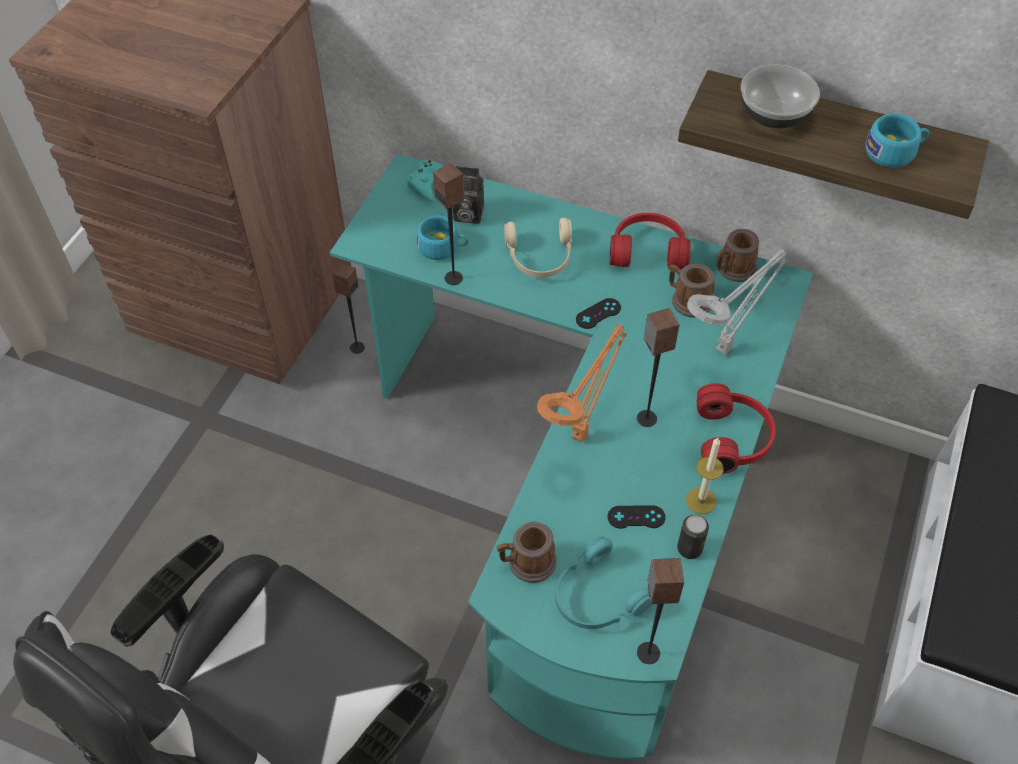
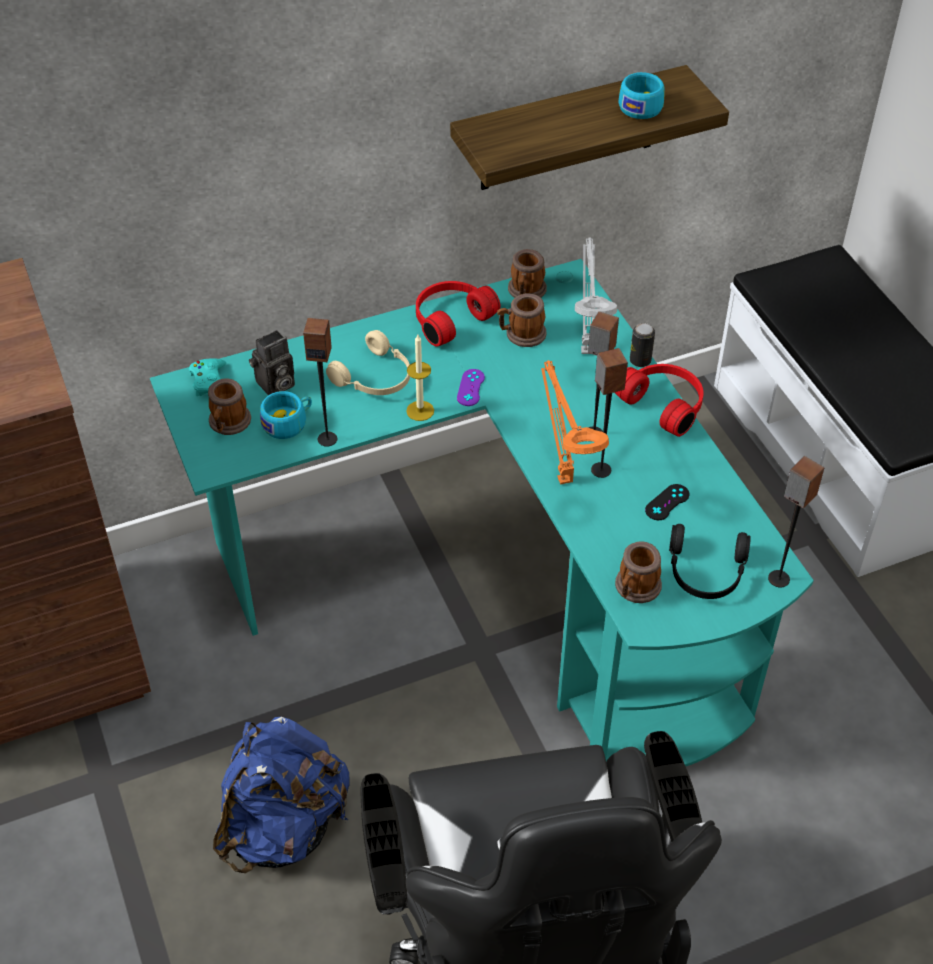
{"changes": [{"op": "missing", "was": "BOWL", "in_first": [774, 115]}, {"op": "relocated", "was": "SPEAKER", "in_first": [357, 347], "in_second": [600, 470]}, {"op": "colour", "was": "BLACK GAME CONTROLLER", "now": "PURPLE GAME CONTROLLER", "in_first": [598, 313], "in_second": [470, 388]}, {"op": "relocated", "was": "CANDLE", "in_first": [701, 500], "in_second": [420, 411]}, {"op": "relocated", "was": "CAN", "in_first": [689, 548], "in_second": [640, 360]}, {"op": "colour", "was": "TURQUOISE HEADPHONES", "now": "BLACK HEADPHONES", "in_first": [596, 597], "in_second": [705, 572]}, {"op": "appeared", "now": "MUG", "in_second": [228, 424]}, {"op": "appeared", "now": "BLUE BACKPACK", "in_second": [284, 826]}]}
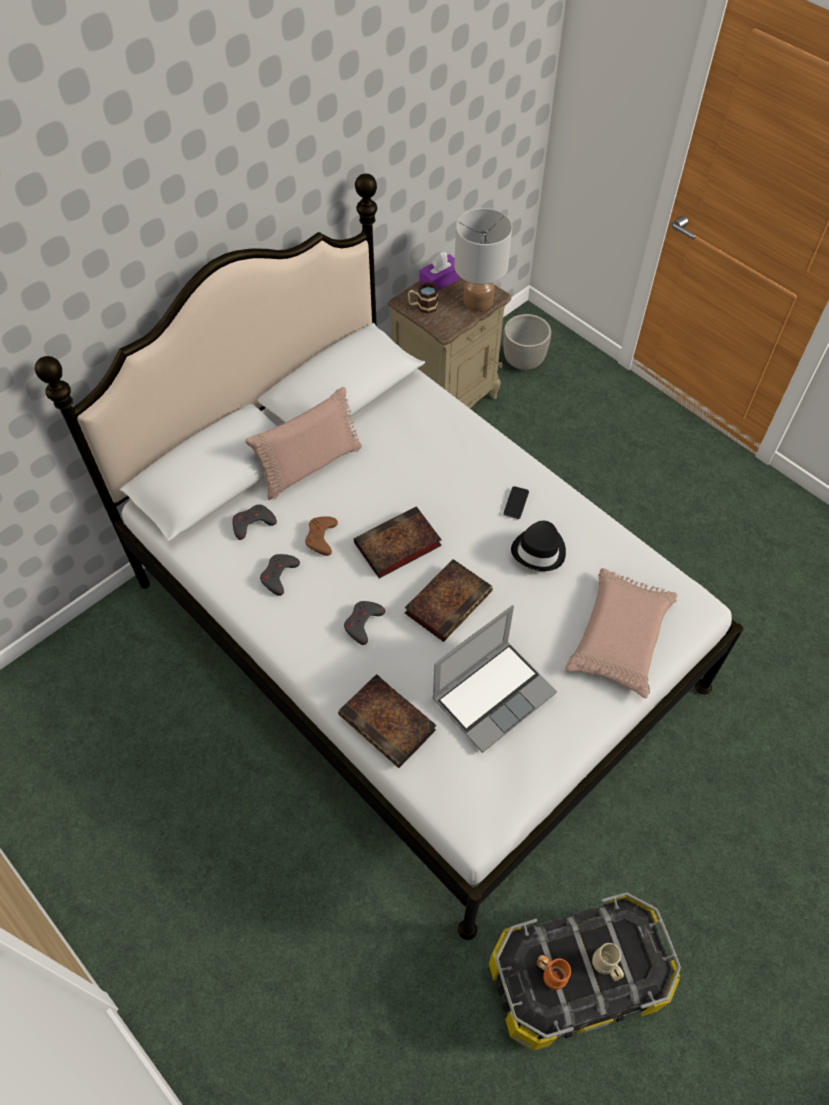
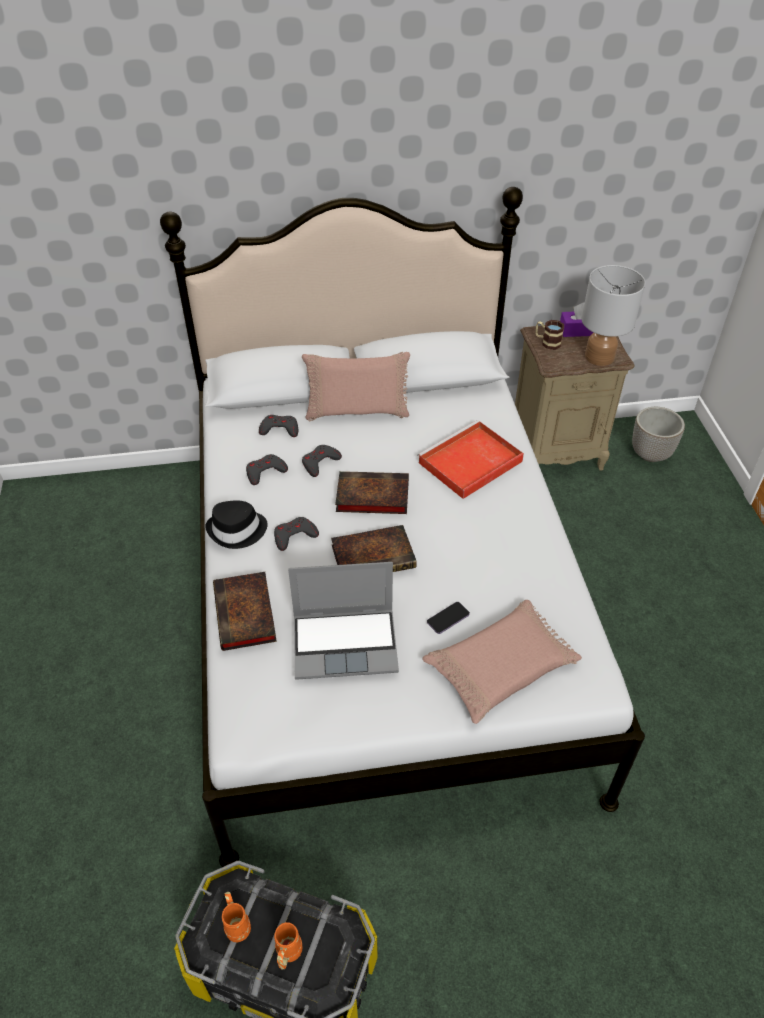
{"changes": [{"op": "relocated", "was": "PHONE", "in_first": [516, 503], "in_second": [448, 618]}, {"op": "colour", "was": "BROWN GAME CONTROLLER", "now": "GREY GAME CONTROLLER", "in_first": [321, 537], "in_second": [320, 463]}, {"op": "relocated", "was": "BLACK HAT", "in_first": [539, 550], "in_second": [237, 530]}, {"op": "colour", "was": "BEIGE MUG", "now": "ORANGE MUG", "in_first": [606, 967], "in_second": [287, 954]}, {"op": "appeared", "now": "RED TRAY", "in_second": [469, 463]}]}
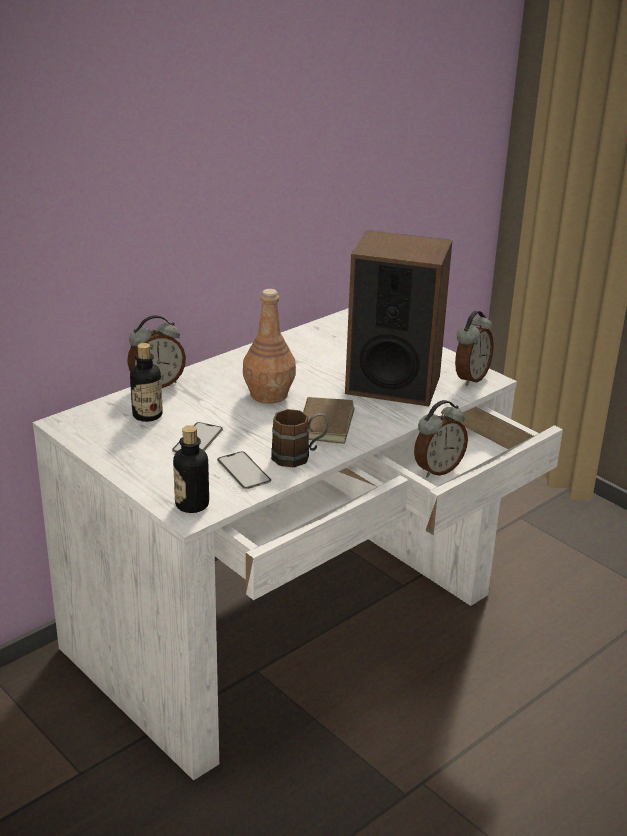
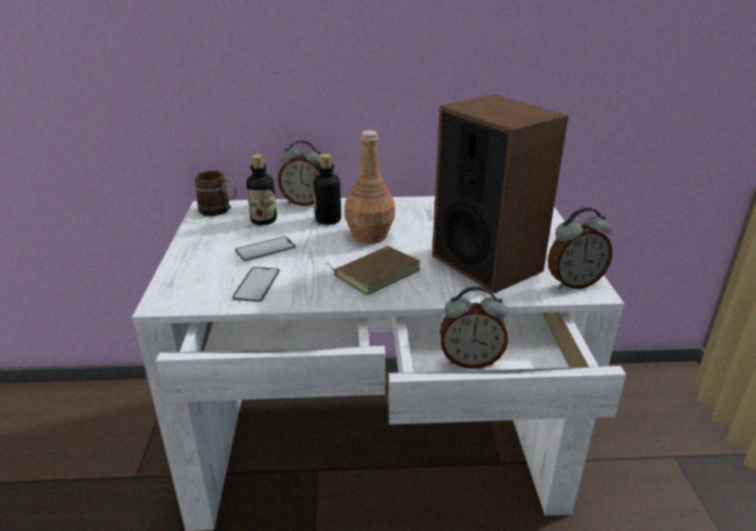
{"changes": [{"op": "relocated", "was": "BROWN MUG", "in_first": [299, 456], "in_second": [220, 211]}, {"op": "relocated", "was": "BOTTLE", "in_first": [192, 504], "in_second": [328, 220]}]}
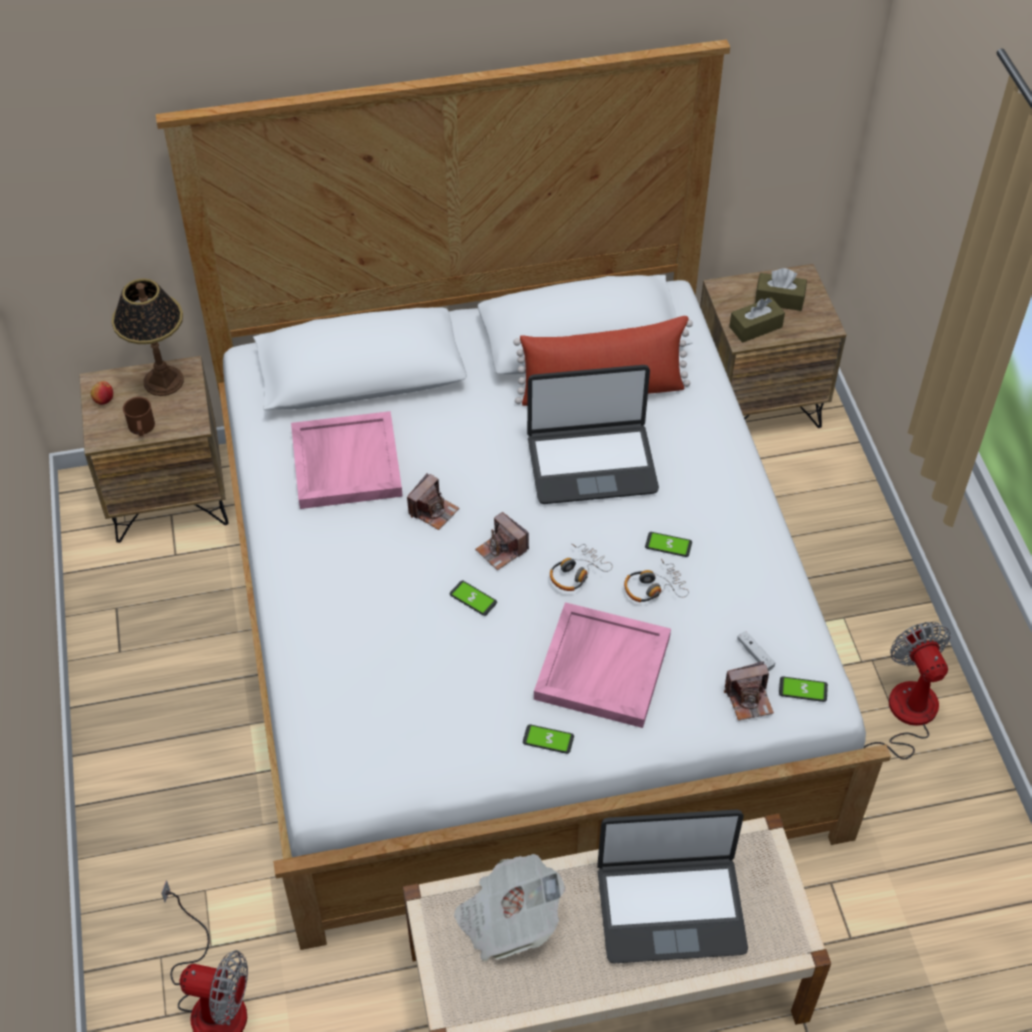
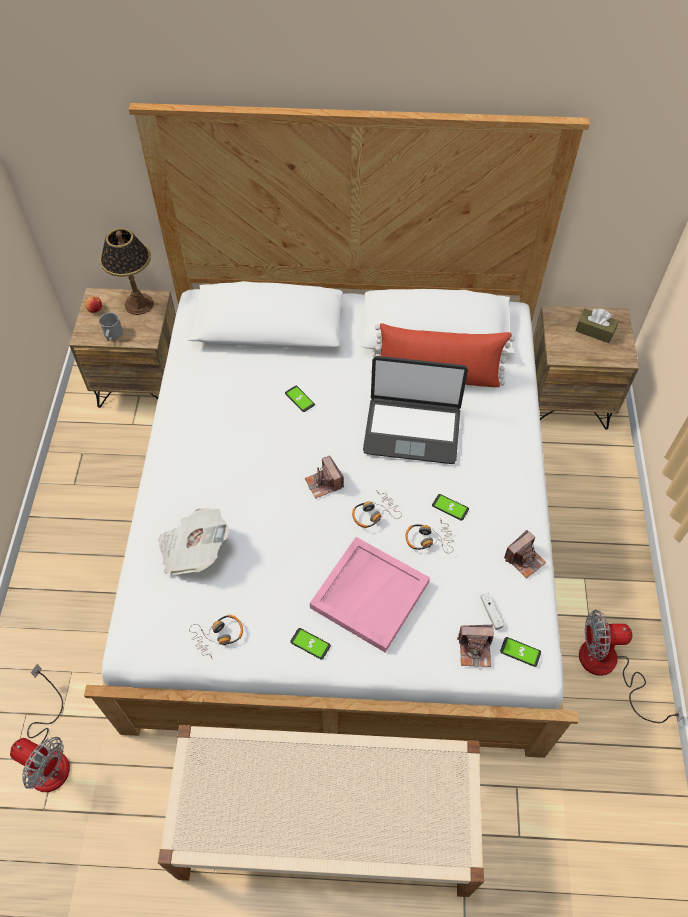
{"changes": [{"op": "missing", "was": "BROWN TISSUE BOX", "in_first": [755, 327]}, {"op": "colour", "was": "BROWN MUG", "now": "GREY MUG", "in_first": [142, 428], "in_second": [112, 335]}, {"op": "missing", "was": "PINK TRAY", "in_first": [345, 463]}, {"op": "relocated", "was": "PHOTO CAMERA", "in_first": [433, 511], "in_second": [524, 559]}, {"op": "relocated", "was": "PHONE", "in_first": [473, 598], "in_second": [299, 399]}, {"op": "spun", "was": "FAN", "in_first": [903, 718], "in_second": [608, 668], "clockwise": -90}, {"op": "missing", "was": "LAPTOP", "in_first": [670, 908]}, {"op": "relocated", "was": "NEWSPAPER", "in_first": [508, 919], "in_second": [194, 550]}, {"op": "appeared", "now": "HEADPHONES", "in_second": [218, 636]}]}
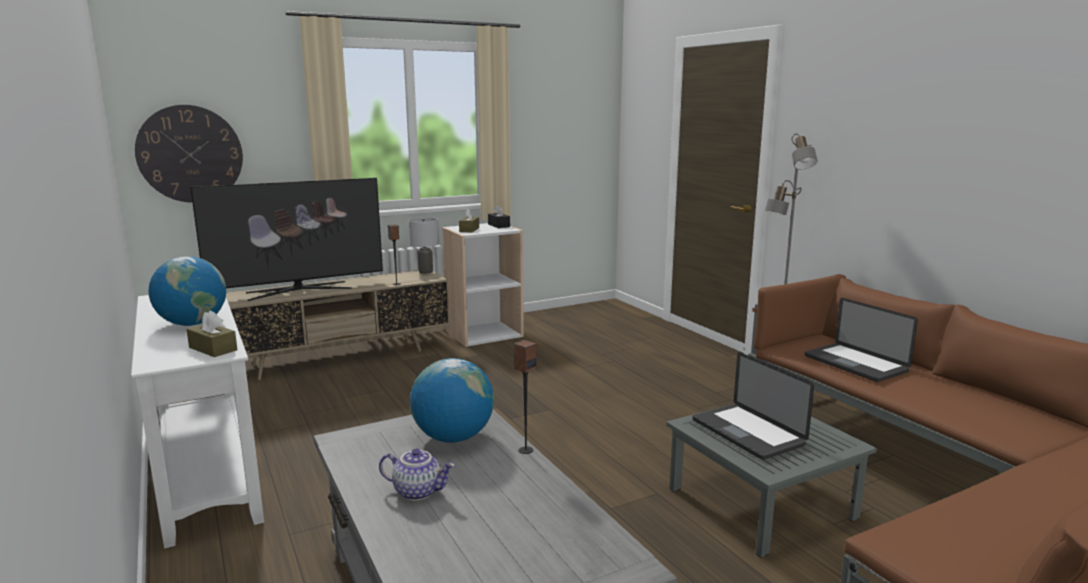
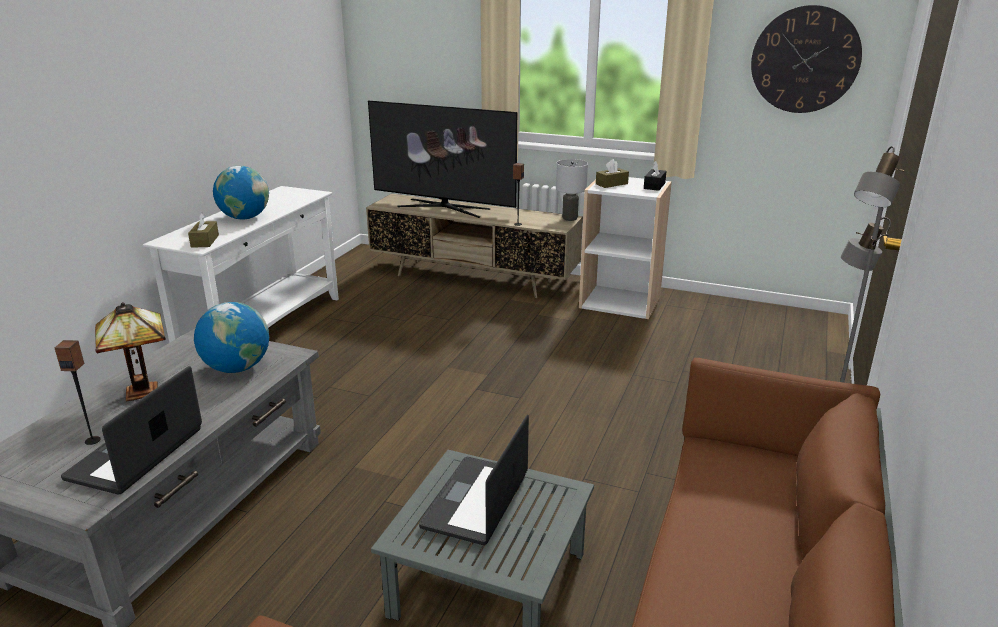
{"changes": [{"op": "relocated", "was": "WALL CLOCK", "in_first": [190, 154], "in_second": [805, 60]}, {"op": "relocated", "was": "LAPTOP", "in_first": [855, 364], "in_second": [136, 454]}, {"op": "relocated", "was": "SPEAKER", "in_first": [525, 450], "in_second": [93, 440]}, {"op": "exchanged", "was": "TEAPOT", "now": "TABLE LAMP", "in_first": [418, 491], "in_second": [145, 390]}]}
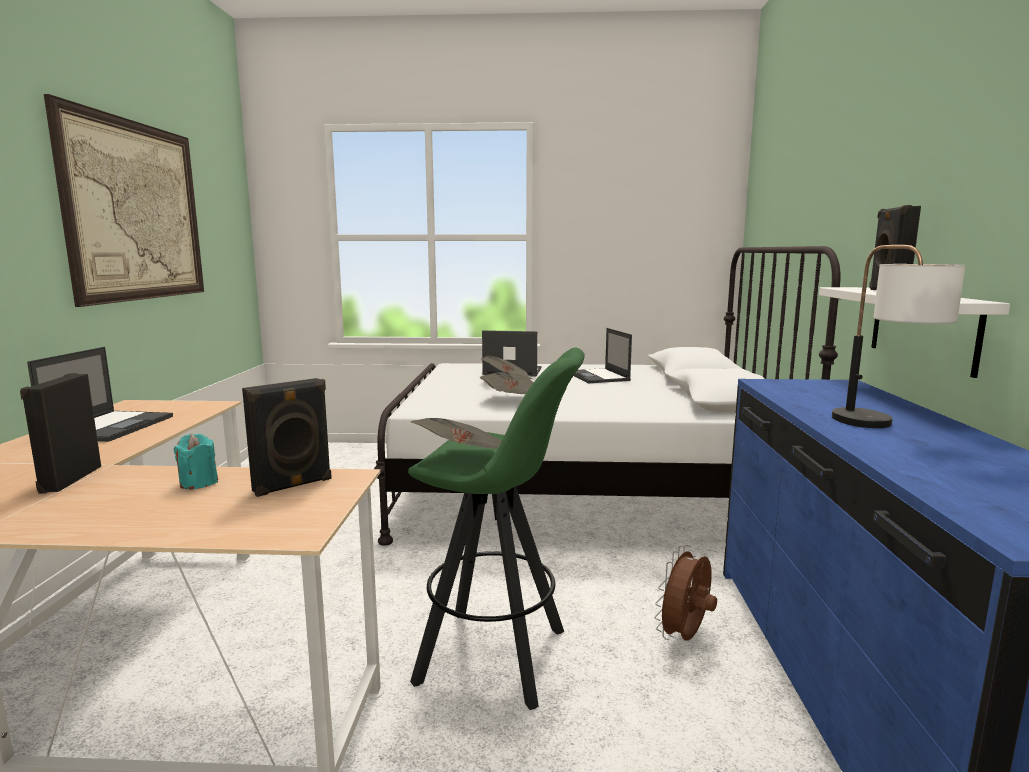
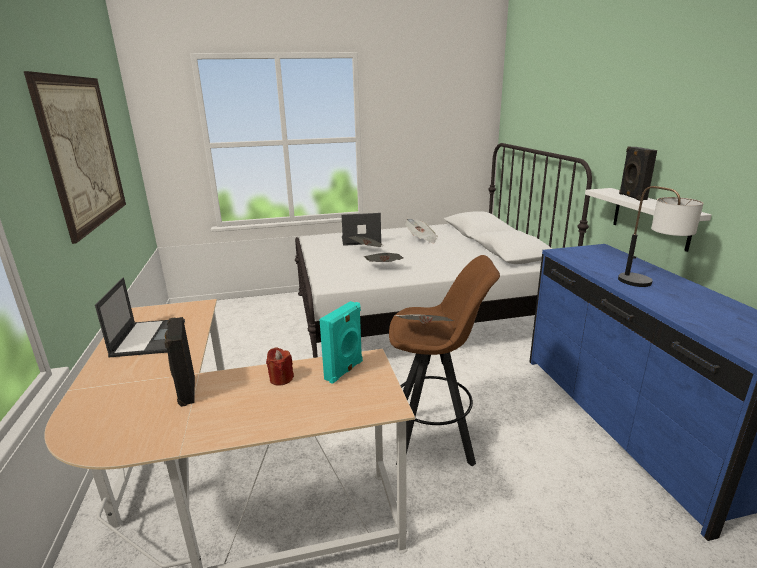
{"changes": [{"op": "exchanged", "was": "LAPTOP", "now": "NEWSPAPER", "in_first": [598, 376], "in_second": [421, 239]}, {"op": "colour", "was": "GREEN STOOL", "now": "BROWN STOOL", "in_first": [497, 657], "in_second": [435, 439]}, {"op": "colour", "was": "BLACK SPEAKER", "now": "TURQUOISE SPEAKER", "in_first": [293, 485], "in_second": [345, 371]}, {"op": "colour", "was": "TURQUOISE CANDLE", "now": "RED CANDLE", "in_first": [198, 483], "in_second": [281, 379]}, {"op": "missing", "was": "BROWN FAN", "in_first": [685, 637]}]}
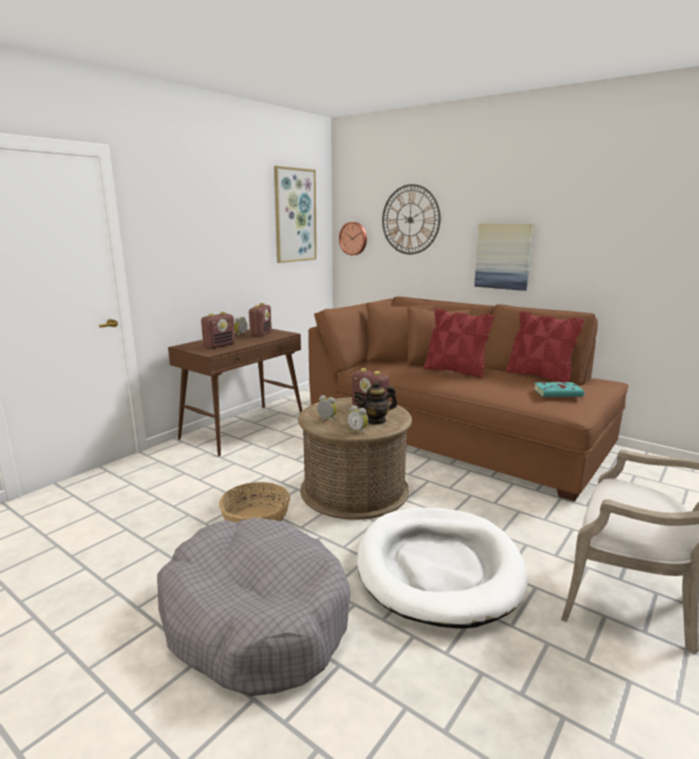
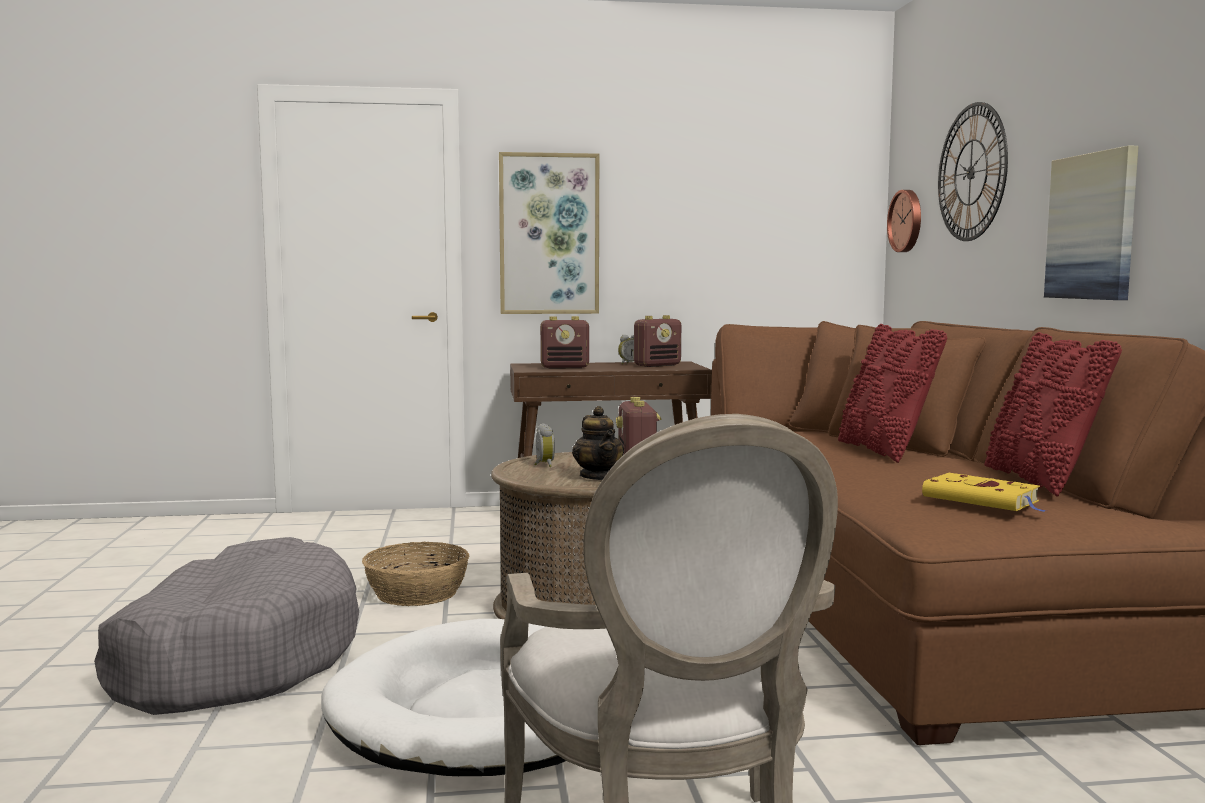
{"changes": [{"op": "relocated", "was": "PICTURE", "in_first": [295, 215], "in_second": [549, 234]}, {"op": "spun", "was": "TEAPOT", "in_first": [376, 420], "in_second": [598, 477], "clockwise": -135}, {"op": "colour", "was": "TURQUOISE BOOK", "now": "YELLOW BOOK", "in_first": [559, 393], "in_second": [983, 500]}, {"op": "missing", "was": "ALARM CLOCK", "in_first": [358, 431]}]}
